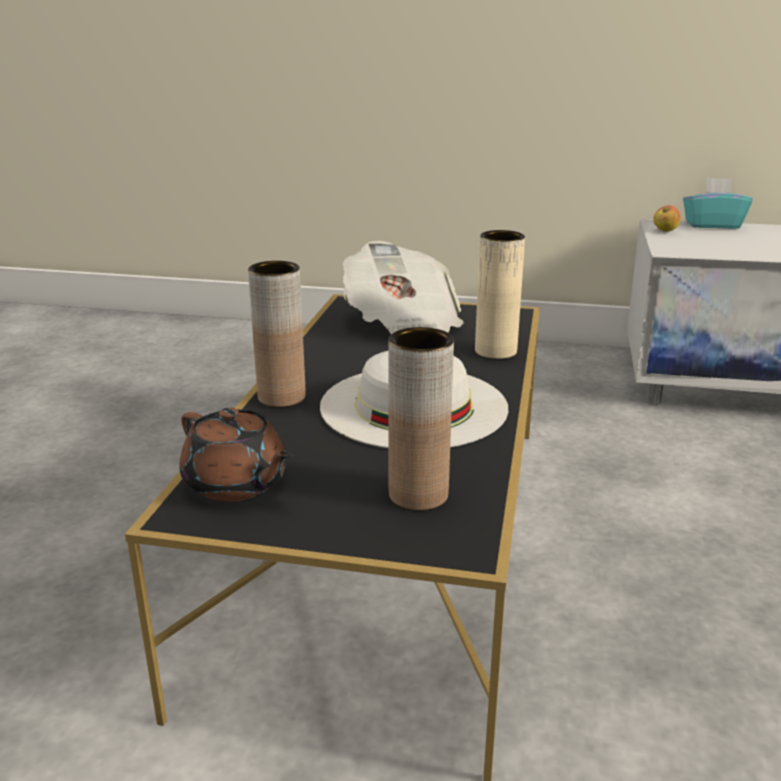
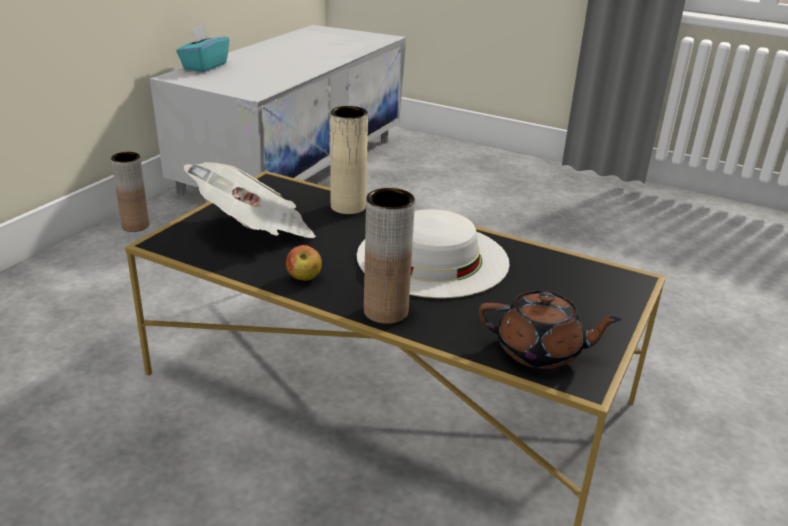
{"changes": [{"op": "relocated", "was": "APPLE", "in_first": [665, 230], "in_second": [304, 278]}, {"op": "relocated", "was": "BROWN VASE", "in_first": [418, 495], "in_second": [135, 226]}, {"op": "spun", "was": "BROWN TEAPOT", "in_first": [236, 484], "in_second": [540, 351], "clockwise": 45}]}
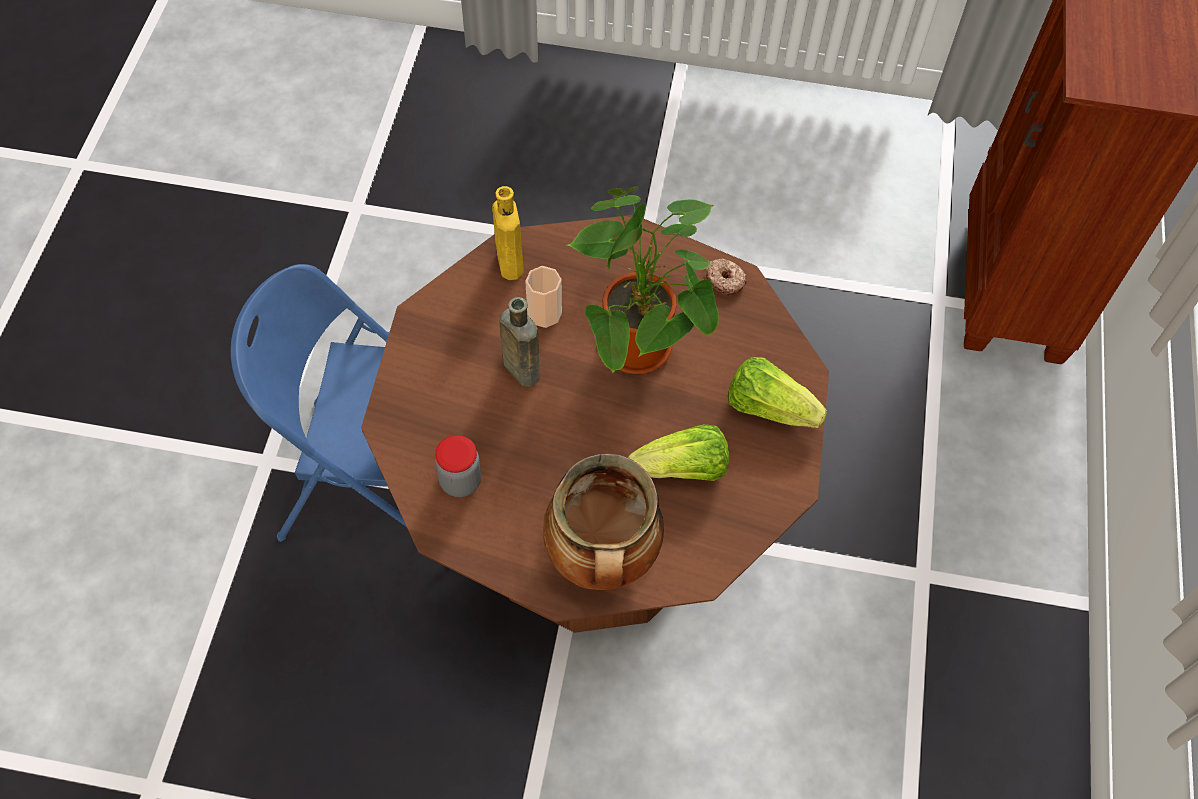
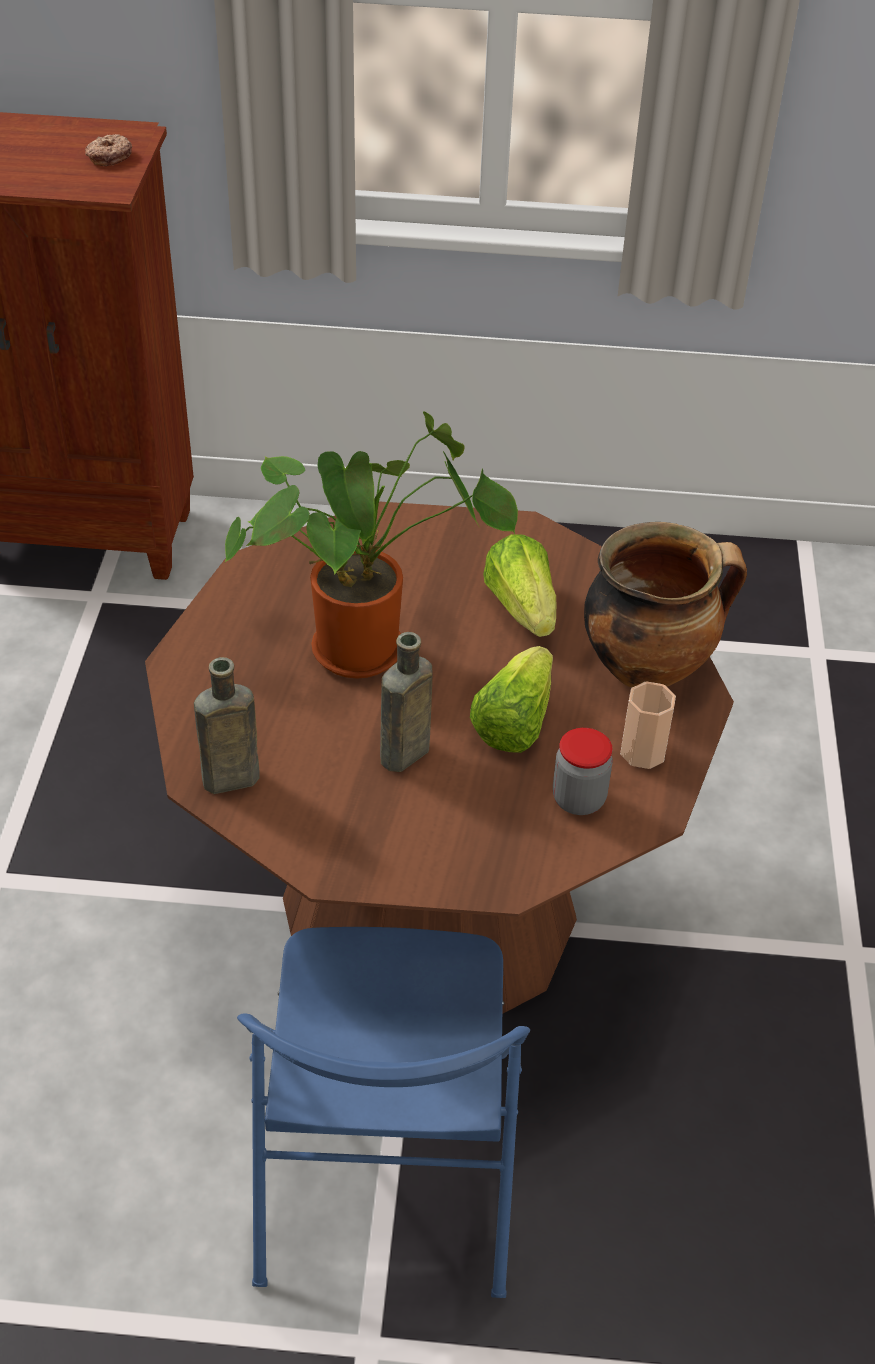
{"changes": [{"op": "colour", "was": "YELLOW BOTTLE", "now": "BROWN BOTTLE", "in_first": [509, 261], "in_second": [226, 780]}, {"op": "relocated", "was": "DONUT", "in_first": [725, 280], "in_second": [109, 157]}, {"op": "relocated", "was": "CUP", "in_first": [544, 313], "in_second": [642, 752]}, {"op": "relocated", "was": "LETTUCE", "in_first": [769, 408], "in_second": [514, 722]}]}
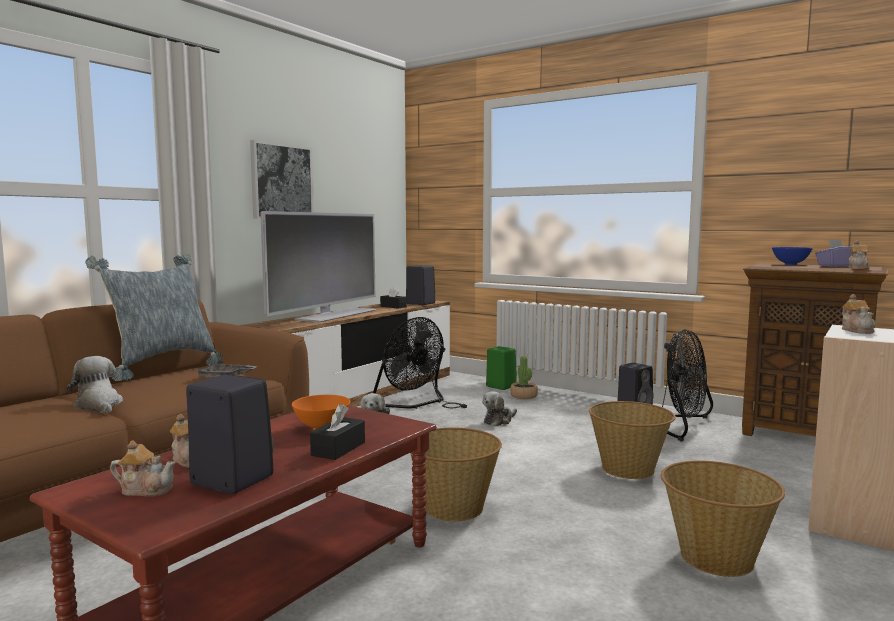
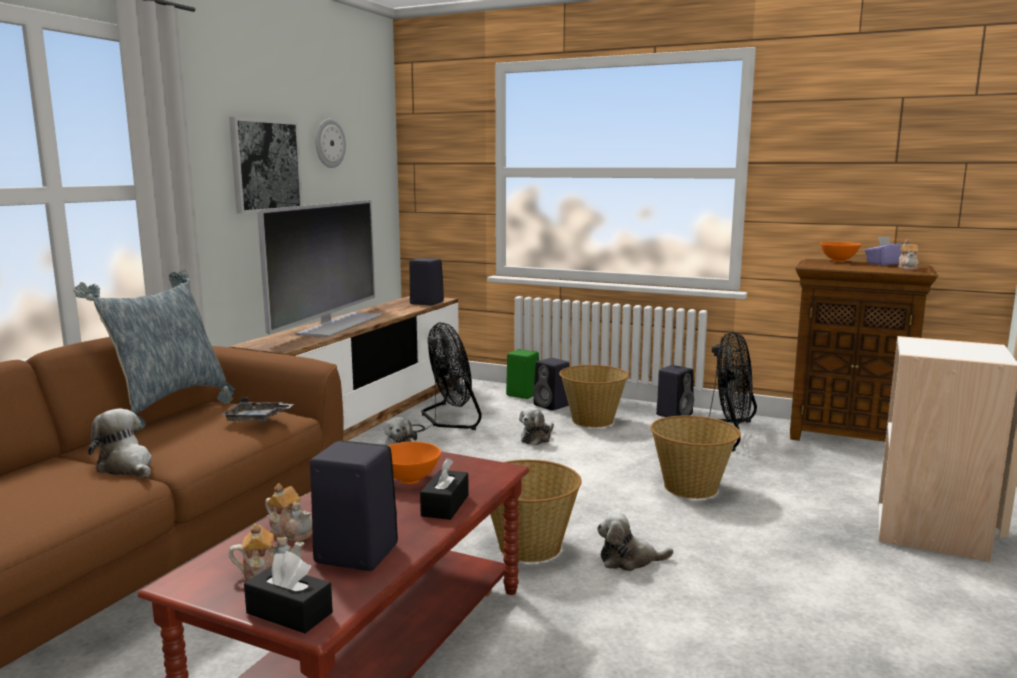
{"changes": [{"op": "colour", "was": "BLUE BOWL", "now": "ORANGE BOWL", "in_first": [790, 264], "in_second": [838, 261]}, {"op": "relocated", "was": "BLACK TISSUE BOX", "in_first": [393, 306], "in_second": [289, 613]}, {"op": "missing", "was": "TEAPOT", "in_first": [857, 330]}, {"op": "spun", "was": "BLACK FAN", "in_first": [422, 402], "in_second": [442, 419], "clockwise": 120}, {"op": "exchanged", "was": "POTTED PLANT", "now": "BLACK SPEAKER", "in_first": [524, 396], "in_second": [552, 405]}, {"op": "relocated", "was": "BASKET", "in_first": [716, 557], "in_second": [592, 420]}, {"op": "appeared", "now": "WALL CLOCK", "in_second": [329, 143]}, {"op": "appeared", "now": "PLUSH TOY", "in_second": [629, 560]}]}
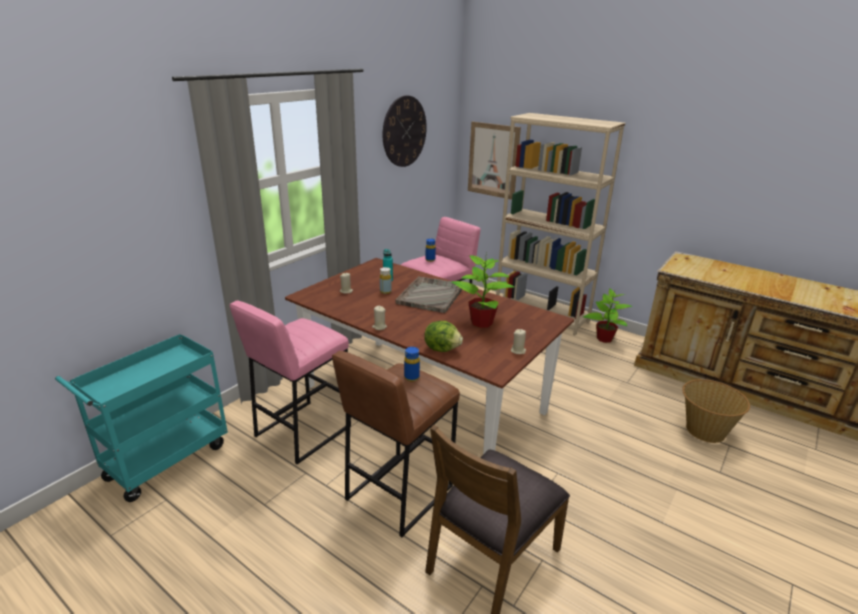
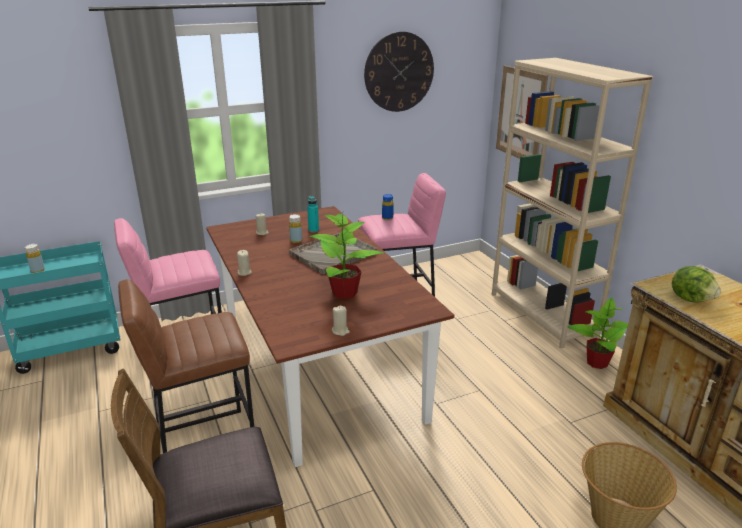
{"changes": [{"op": "relocated", "was": "LETTUCE", "in_first": [442, 348], "in_second": [691, 299]}, {"op": "missing", "was": "BLUE BOTTLE", "in_first": [411, 377]}, {"op": "appeared", "now": "YELLOW BOTTLE", "in_second": [38, 270]}]}
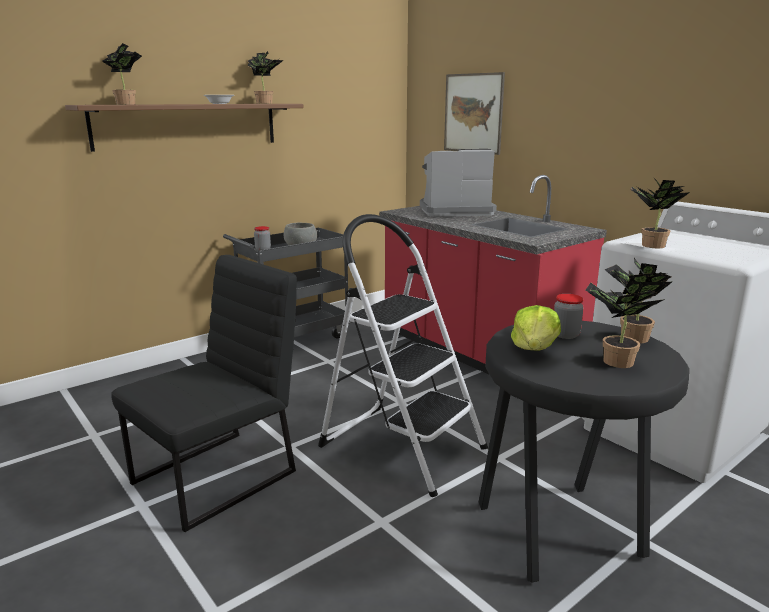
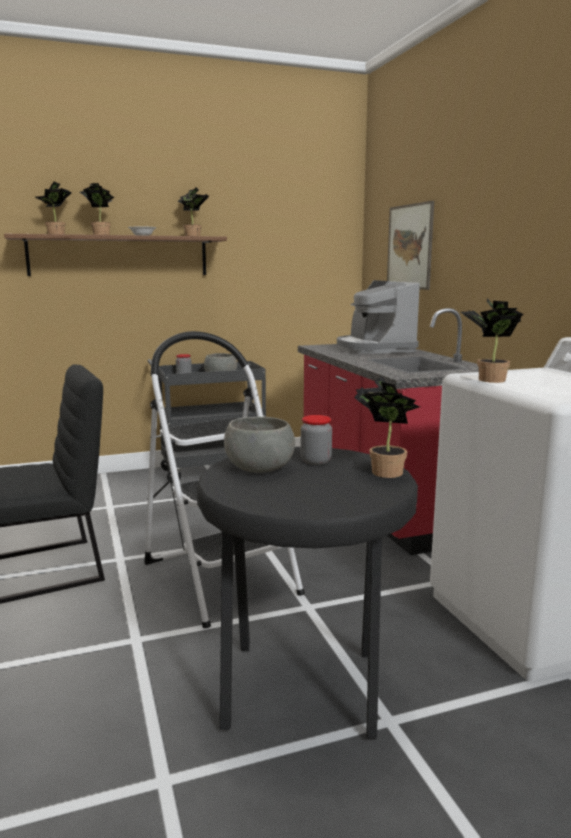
{"changes": [{"op": "spun", "was": "COFFEE MACHINE", "in_first": [454, 211], "in_second": [374, 348], "clockwise": -120}, {"op": "relocated", "was": "POTTED PLANT", "in_first": [613, 361], "in_second": [99, 235]}, {"op": "exchanged", "was": "LETTUCE", "now": "GREY BOWL", "in_first": [534, 348], "in_second": [260, 468]}]}
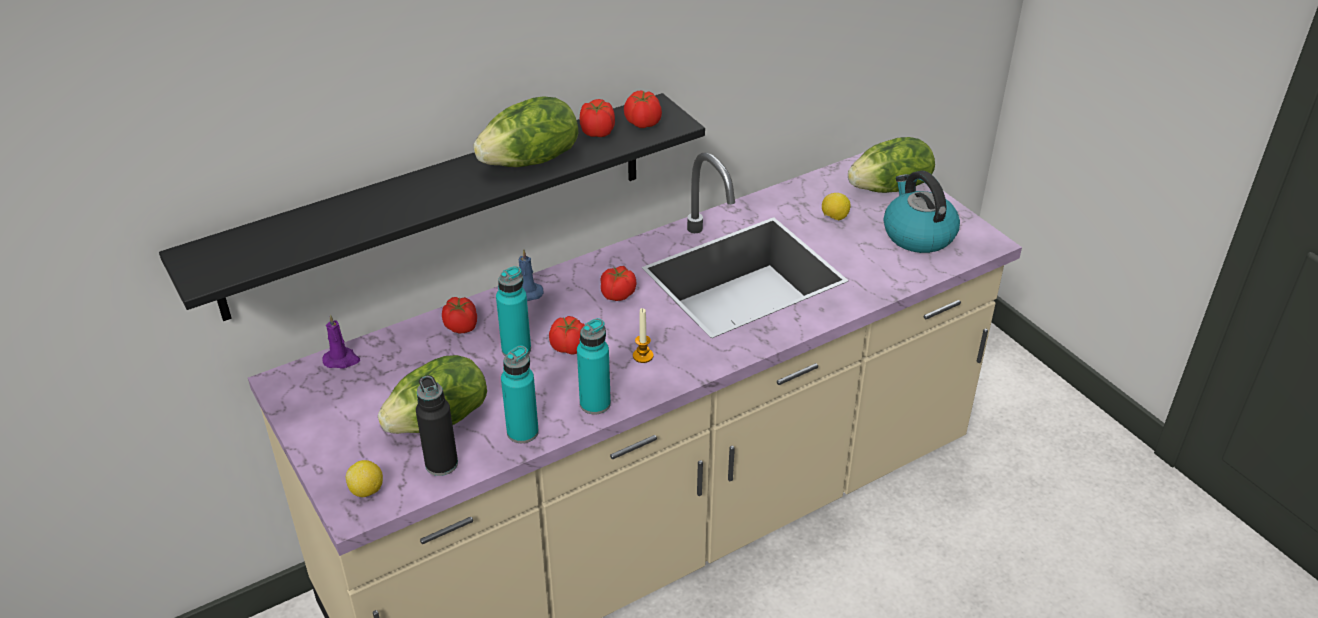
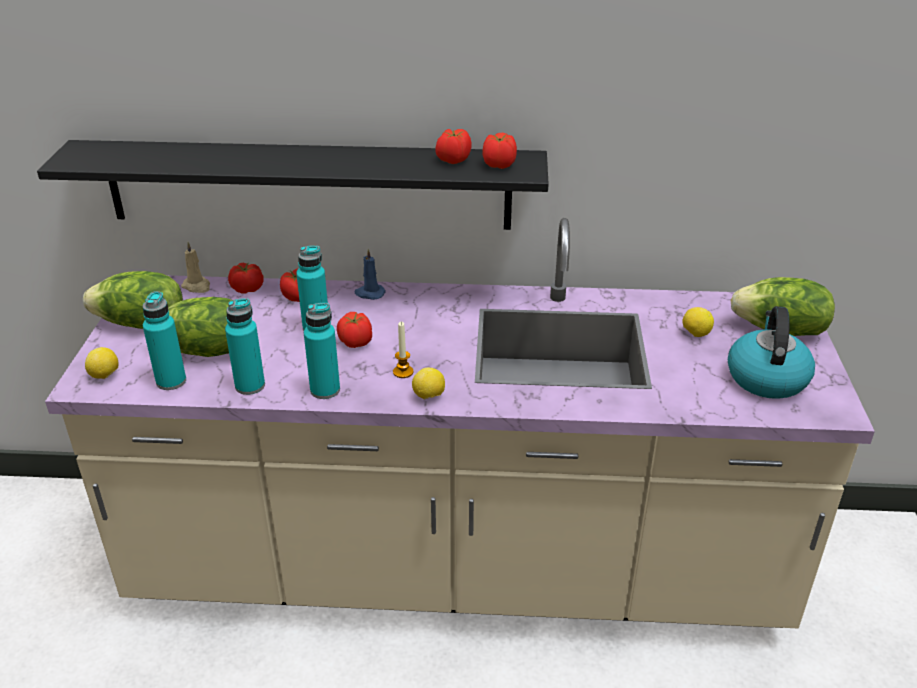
{"changes": [{"op": "relocated", "was": "LETTUCE", "in_first": [531, 161], "in_second": [141, 324]}, {"op": "relocated", "was": "TOMATO", "in_first": [617, 295], "in_second": [247, 289]}, {"op": "colour", "was": "PURPLE CANDLE", "now": "BEIGE CANDLE", "in_first": [342, 360], "in_second": [197, 286]}, {"op": "colour", "was": "BLACK BOTTLE", "now": "TURQUOISE BOTTLE", "in_first": [441, 464], "in_second": [171, 381]}, {"op": "appeared", "now": "LEMON", "in_second": [429, 396]}]}
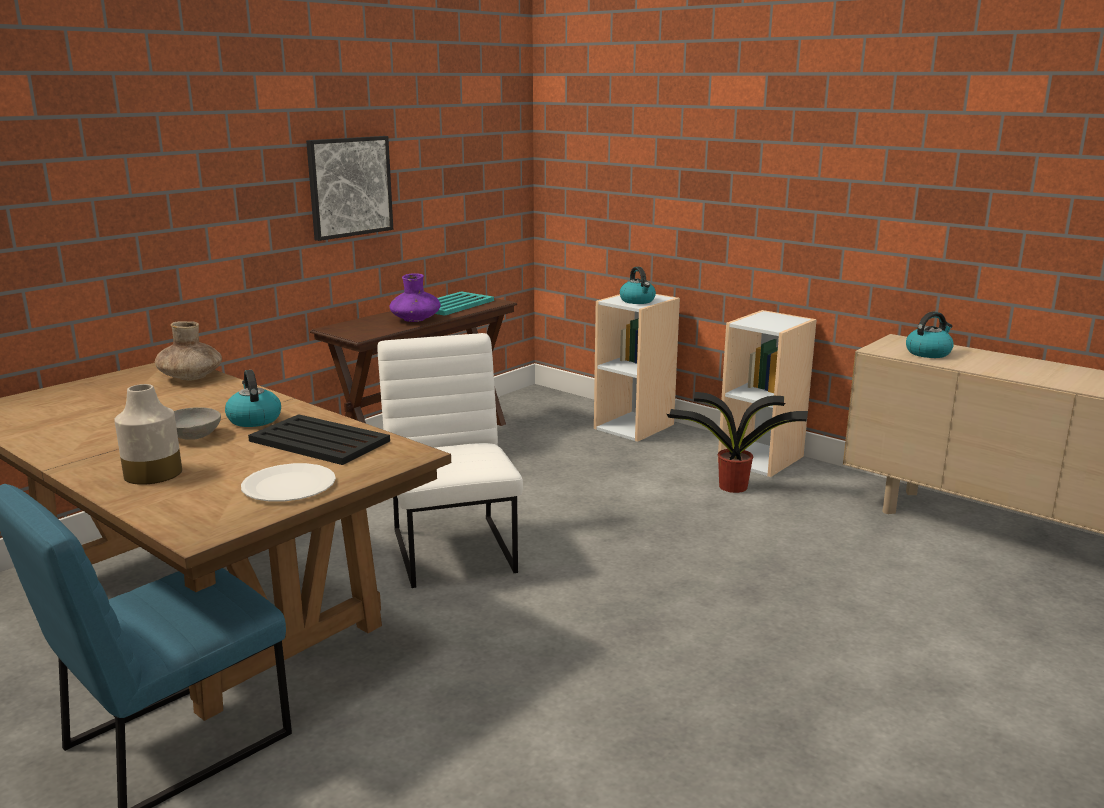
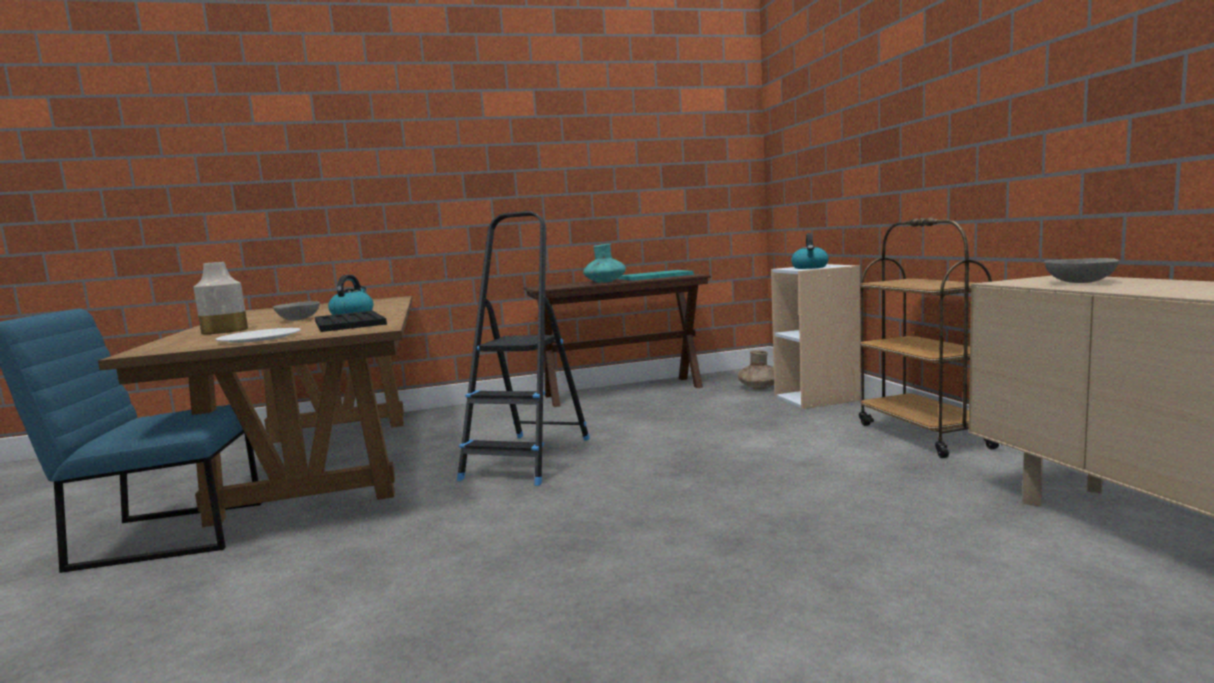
{"changes": [{"op": "missing", "was": "PICTURE", "in_first": [349, 186]}, {"op": "colour", "was": "PURPLE VASE", "now": "TURQUOISE VASE", "in_first": [415, 320], "in_second": [605, 282]}, {"op": "exchanged", "was": "BOOKCASE", "now": "BROWN CART", "in_first": [761, 459], "in_second": [922, 435]}, {"op": "exchanged", "was": "KETTLE", "now": "GREY BOWL", "in_first": [928, 353], "in_second": [1079, 283]}, {"op": "relocated", "was": "BROWN VASE", "in_first": [191, 377], "in_second": [759, 387]}, {"op": "exchanged", "was": "WHITE CHAIR", "now": "BLACK STEP LADDER", "in_first": [453, 548], "in_second": [527, 458]}, {"op": "missing", "was": "POTTED PLANT", "in_first": [731, 486]}]}
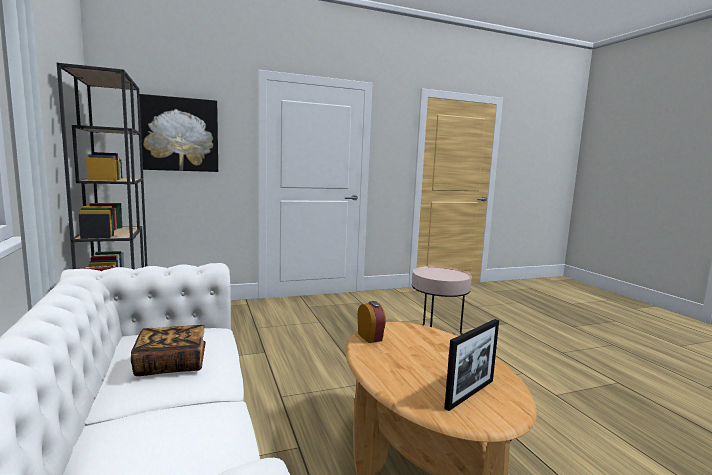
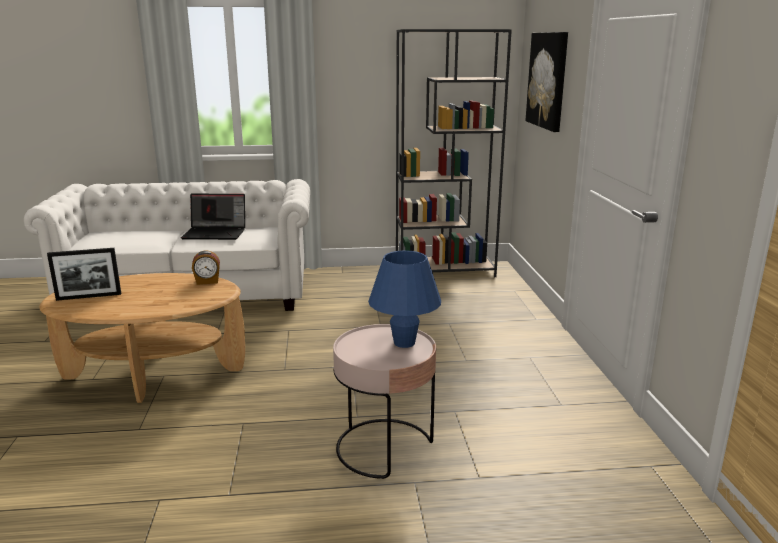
{"changes": [{"op": "spun", "was": "PICTURE FRAME", "in_first": [470, 394], "in_second": [89, 297], "clockwise": -75}, {"op": "exchanged", "was": "BOOK", "now": "LAPTOP", "in_first": [171, 364], "in_second": [216, 233]}, {"op": "appeared", "now": "BLUE TABLE LAMP", "in_second": [404, 343]}]}
